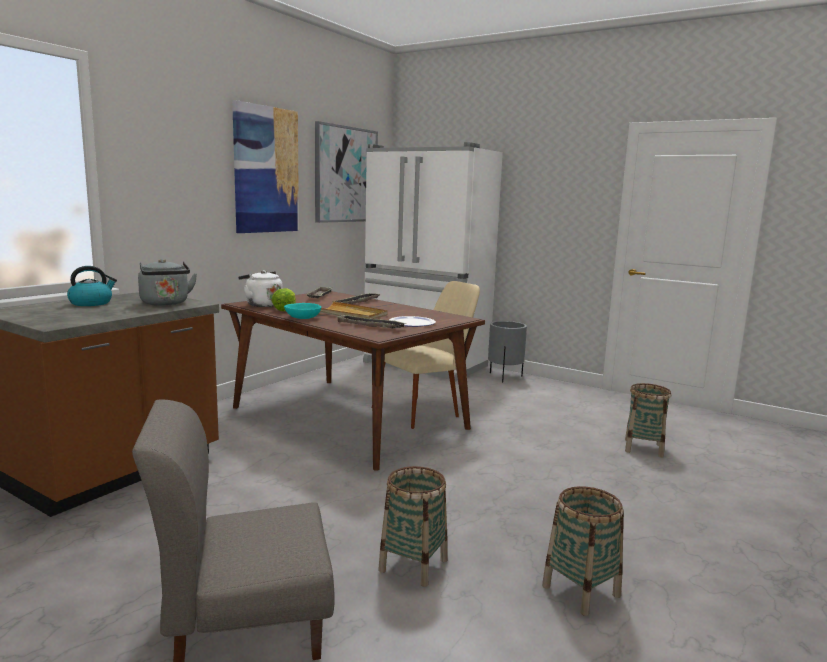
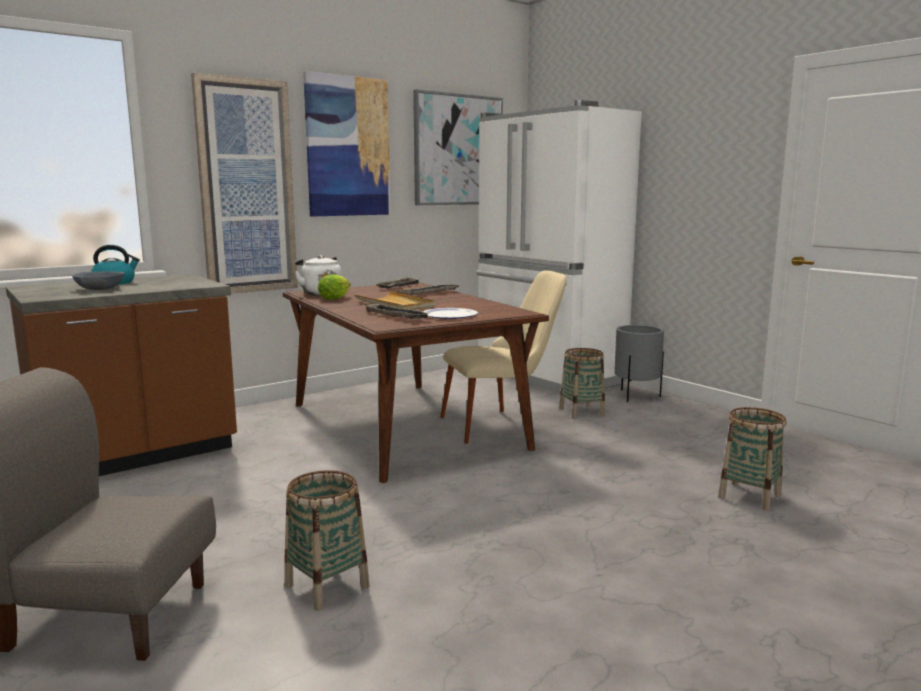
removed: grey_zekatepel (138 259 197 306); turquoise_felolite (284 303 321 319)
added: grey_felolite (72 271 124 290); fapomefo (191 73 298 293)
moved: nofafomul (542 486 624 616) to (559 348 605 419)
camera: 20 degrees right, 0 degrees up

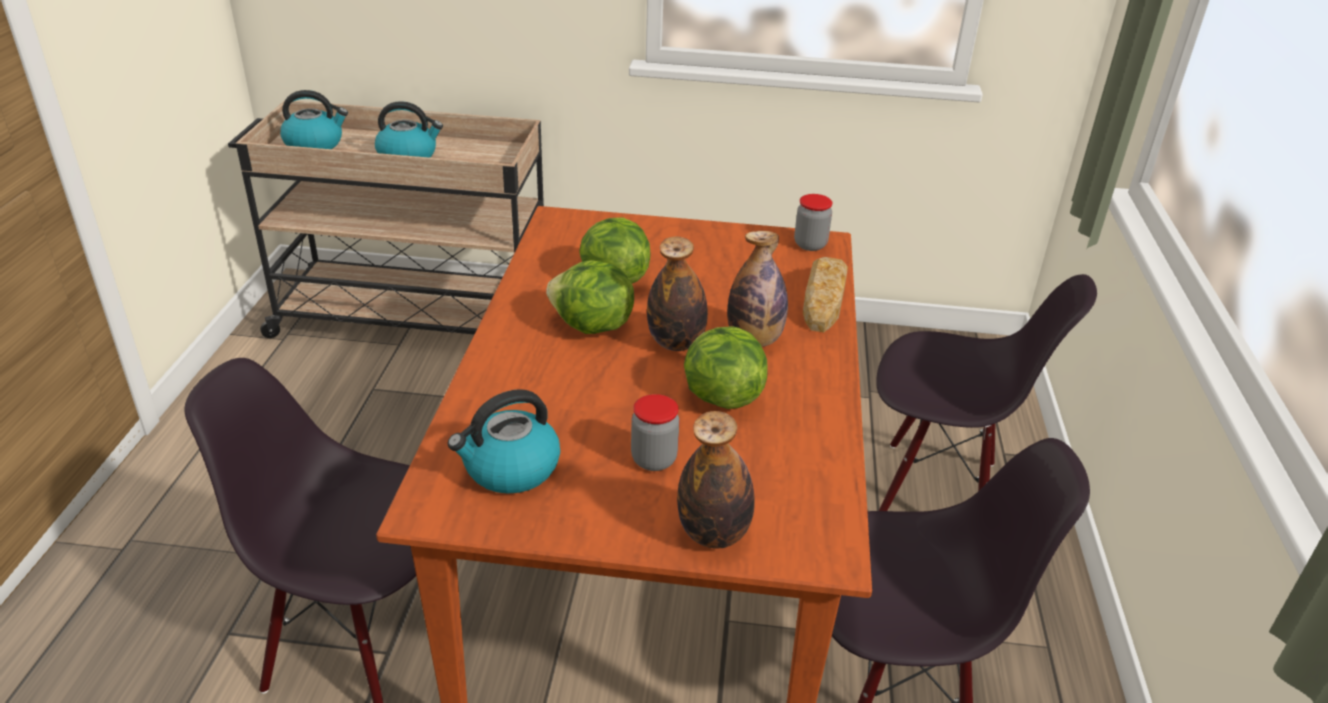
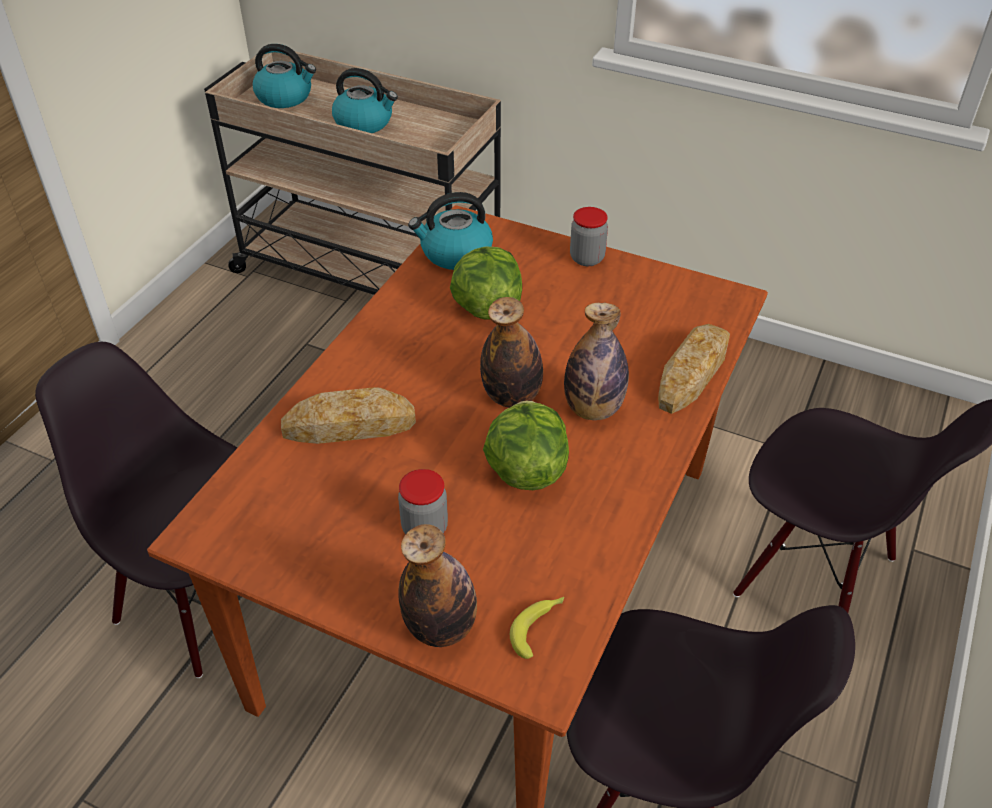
removed: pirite (546 260 634 334)
added: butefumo (281 387 416 444); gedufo (510 597 564 659)
moved: zekatepel (448 389 560 494) to (408 192 493 270); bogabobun (794 194 832 251) to (570 207 608 266)
camera: 20 degrees right, 10 degrees up

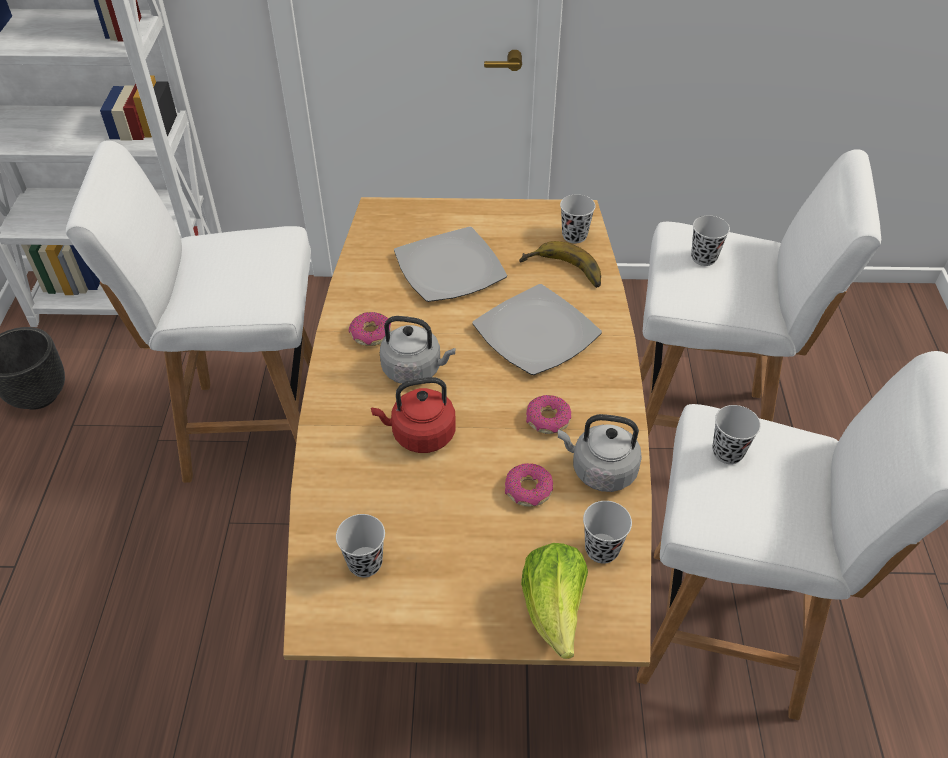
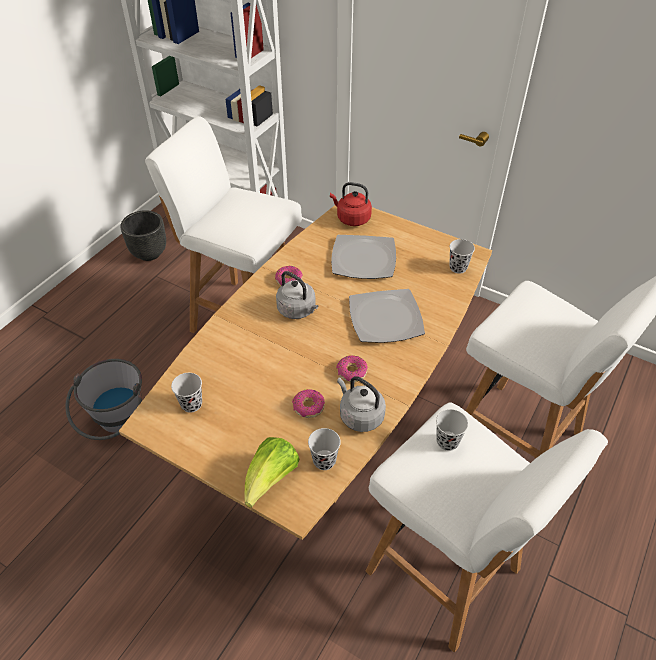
removed: gedufo (519 241 601 288); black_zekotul (691 216 730 266)
added: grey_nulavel (65 359 142 440)
moved: red_zekatepel (371 377 456 453) to (330 182 372 226)
camera: 30 degrees right, 0 degrees up

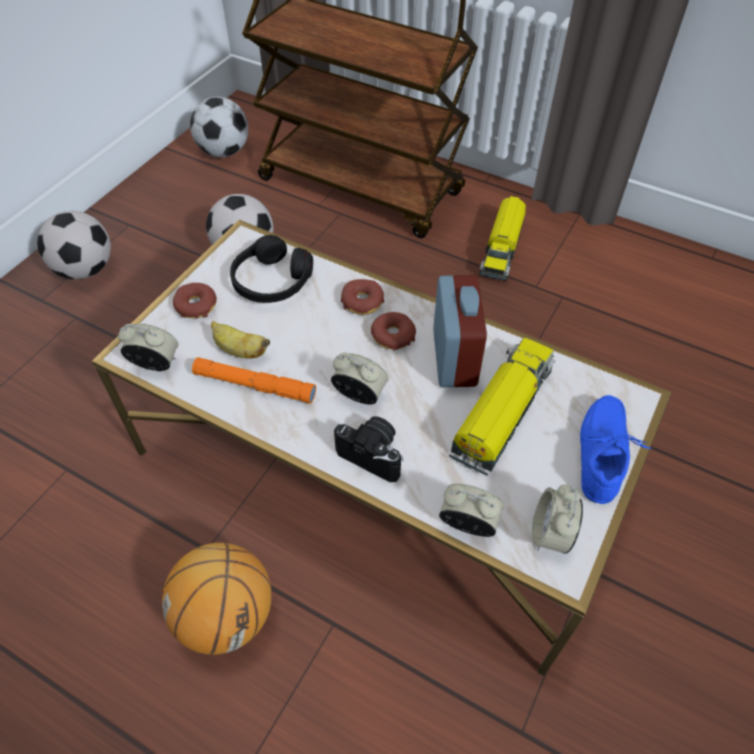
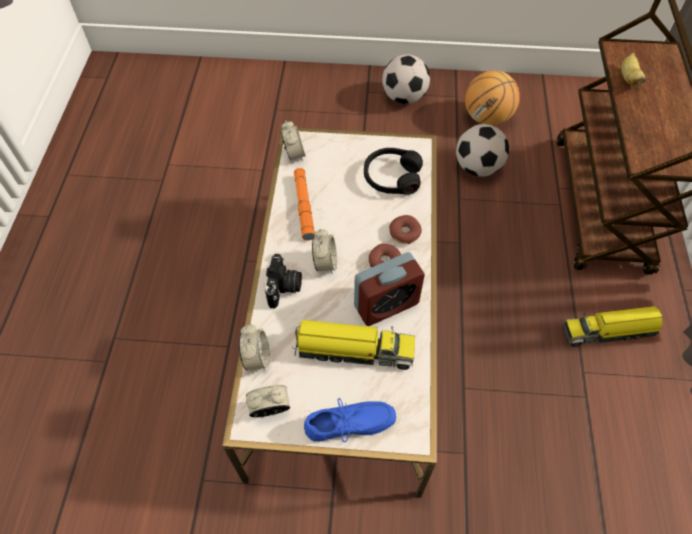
removed: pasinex (173 283 217 319); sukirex (190 97 249 157)
moved: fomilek (162 543 271 655) to (465 71 520 125); gedufo (211 321 270 359) to (621 53 646 87)
camera: 65 degrees right, 5 degrees up

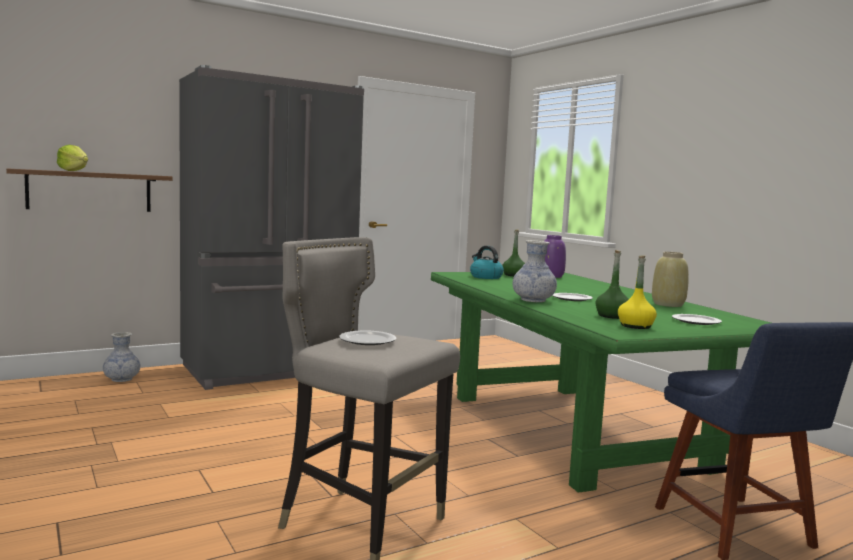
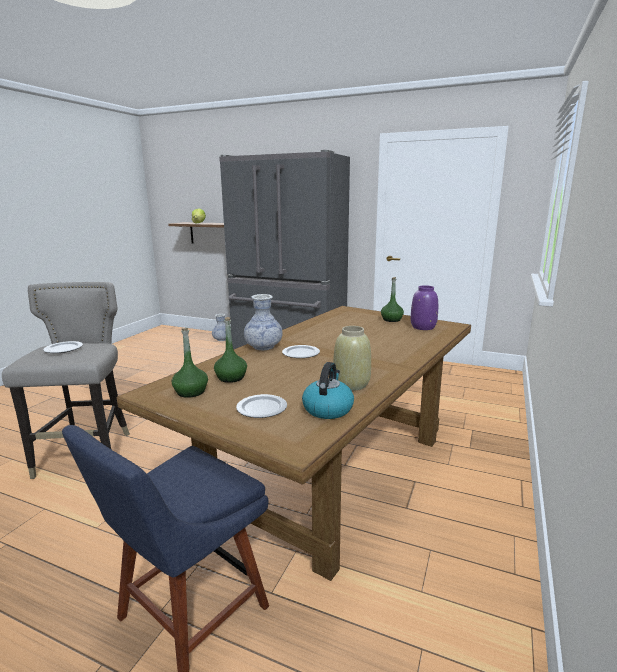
moved: zekatepel (470 246 504 279) to (302 362 354 419)
recoloured: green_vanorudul (431 272 771 493) to brown_vanorudul (117 306 471 581); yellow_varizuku (618 255 657 329) to green_varizuku (172 328 208 398)
camera: 55 degrees right, 10 degrees up

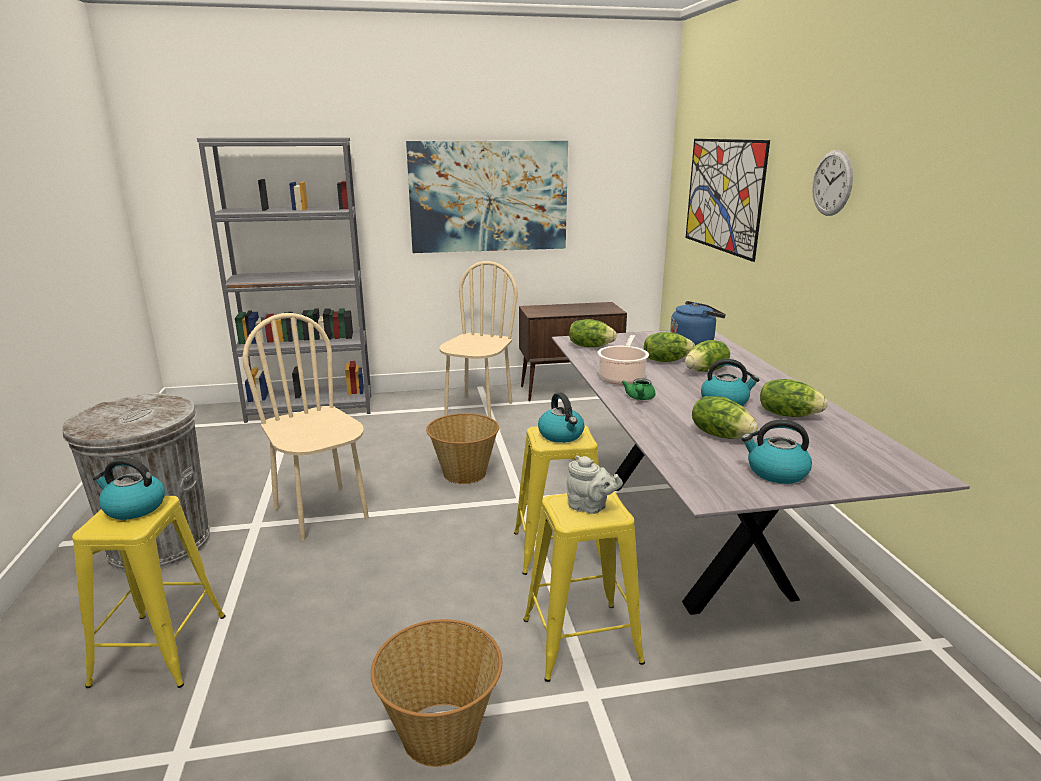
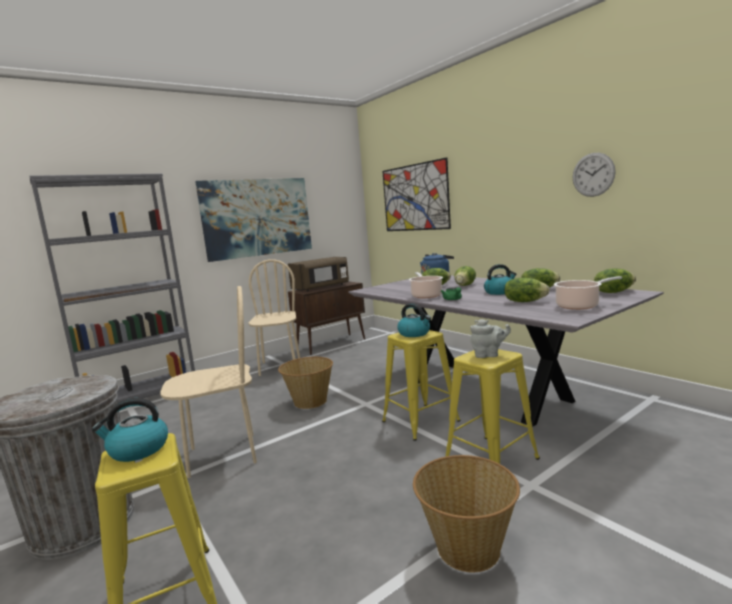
added: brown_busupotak (288 257 349 291)
moved: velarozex (812 150 853 216) to (573 153 616 197); pirite (569 319 617 347) to (594 269 636 293)
replaced: zekatepel (741 419 812 484) to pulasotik (554 276 622 310)
turned: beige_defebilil (243 313 369 541) = (160 286 257 478) 135 degrees clockwise
camera: 25 degrees left, 10 degrees down

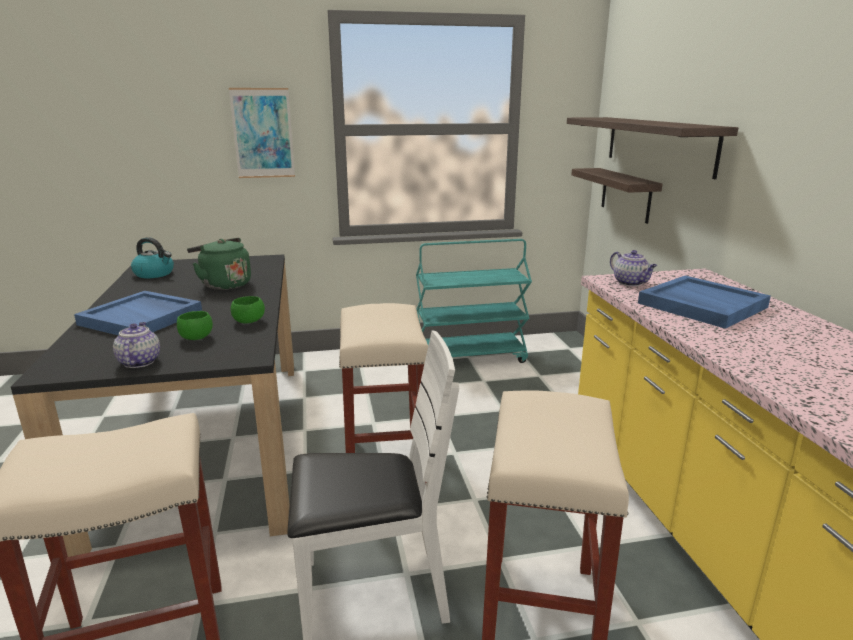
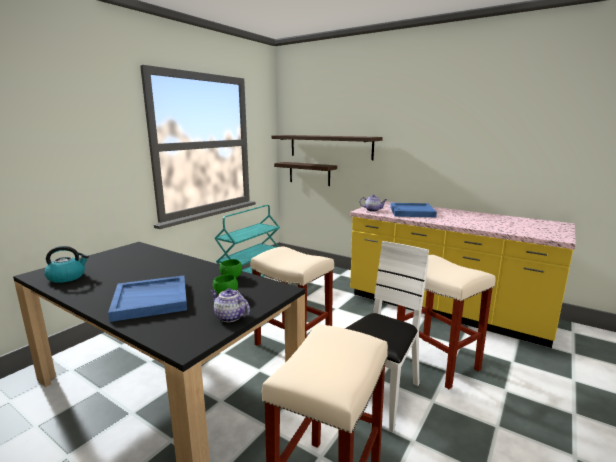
removed: green_zekatepel (187 238 251 290); fapomefo (229 88 295 178)
camera: 45 degrees left, 5 degrees down

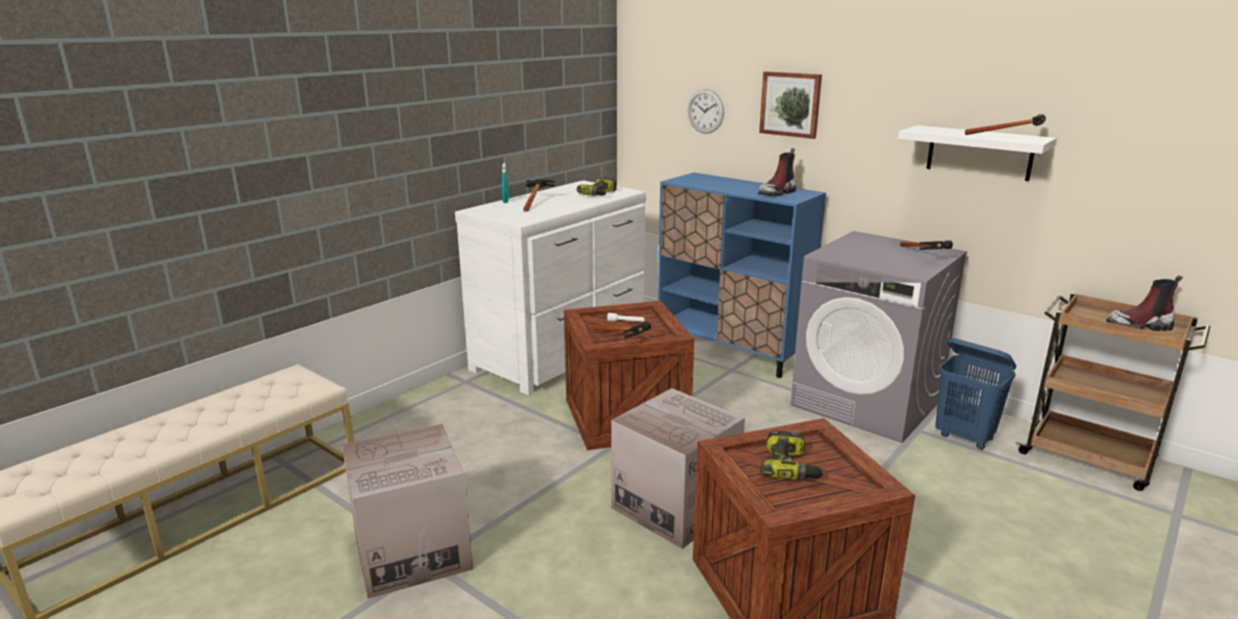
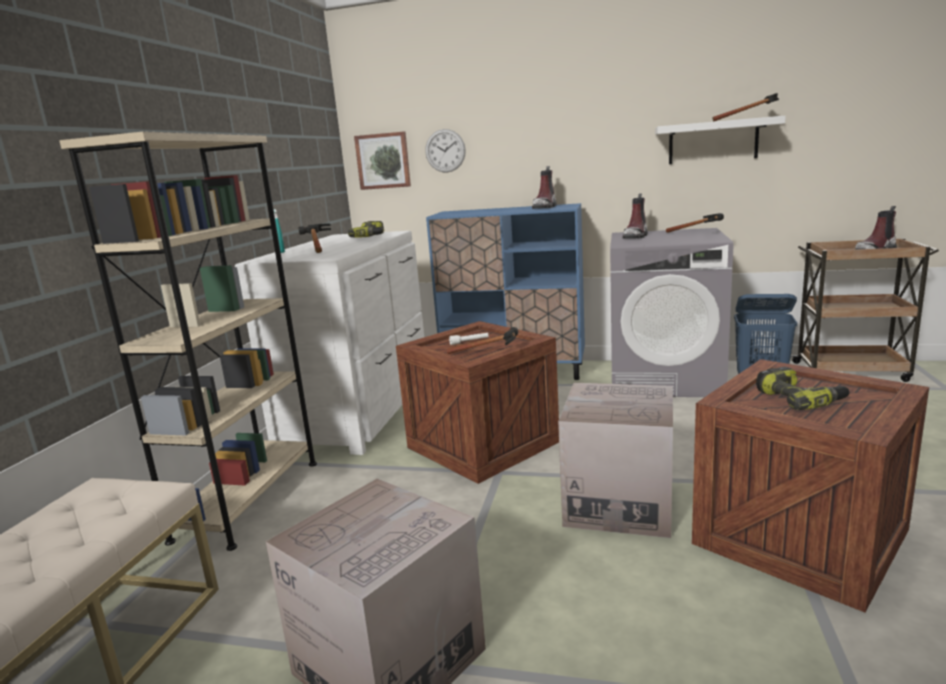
added: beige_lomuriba (59 131 317 551); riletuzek (623 193 648 239)
moved: fapomefo (759 71 822 139) to (354 131 411 190)
camera: 25 degrees left, 5 degrees down

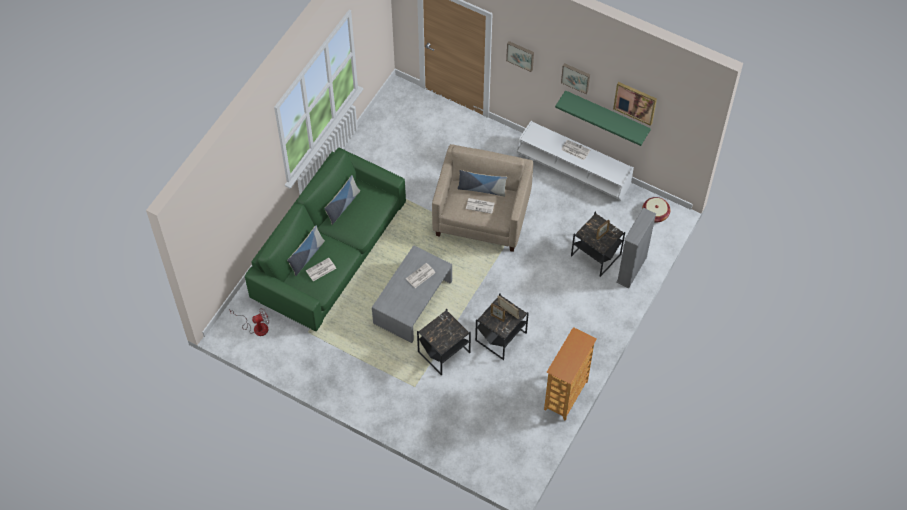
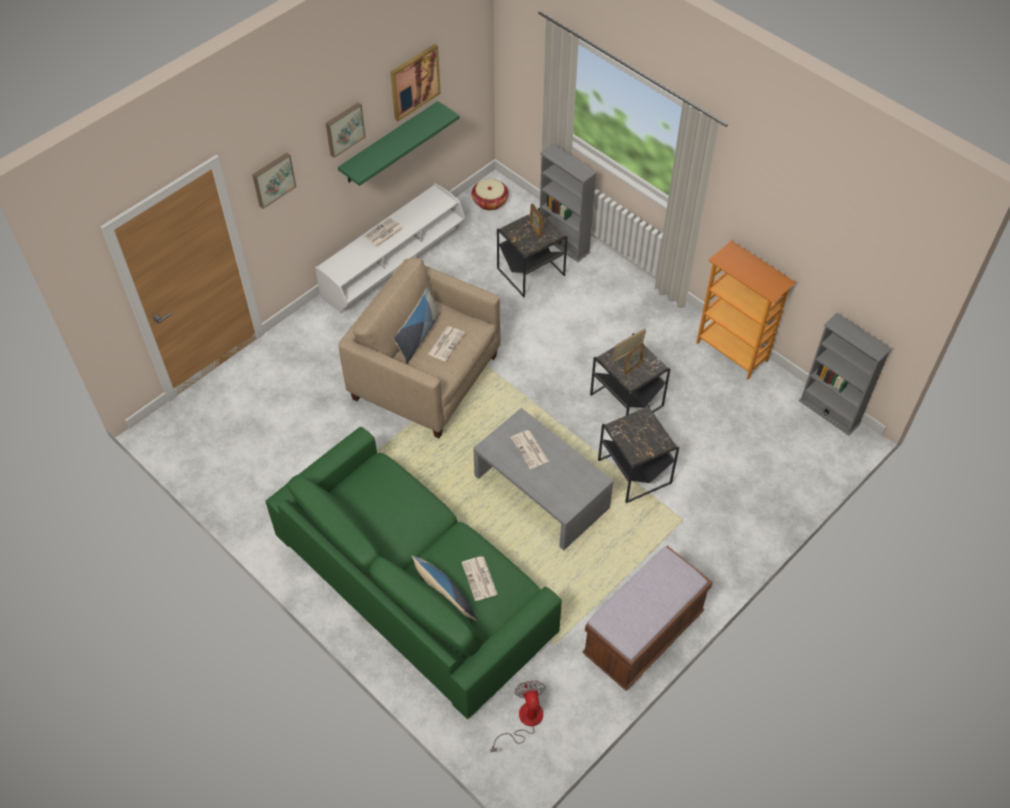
removed: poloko (324 175 360 225)
added: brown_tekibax (582 546 712 691); grey_lomuriba (799 313 892 436)
camera: 75 degrees left, 5 degrees down

